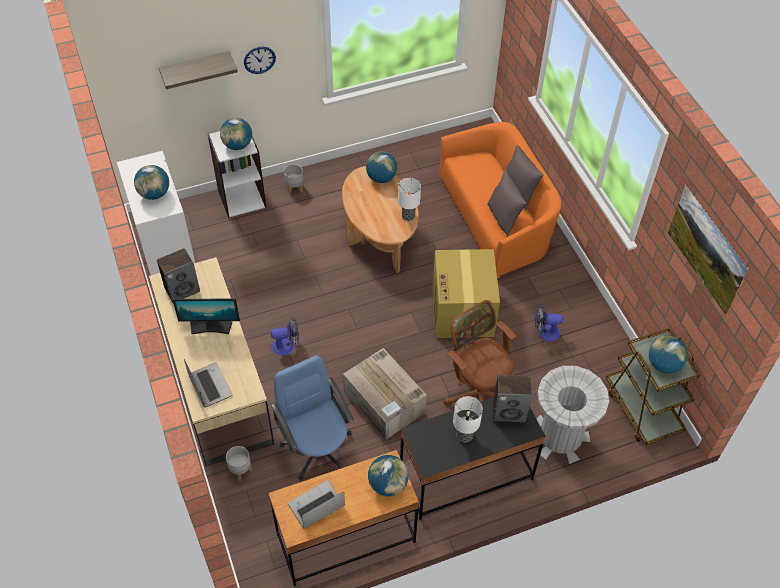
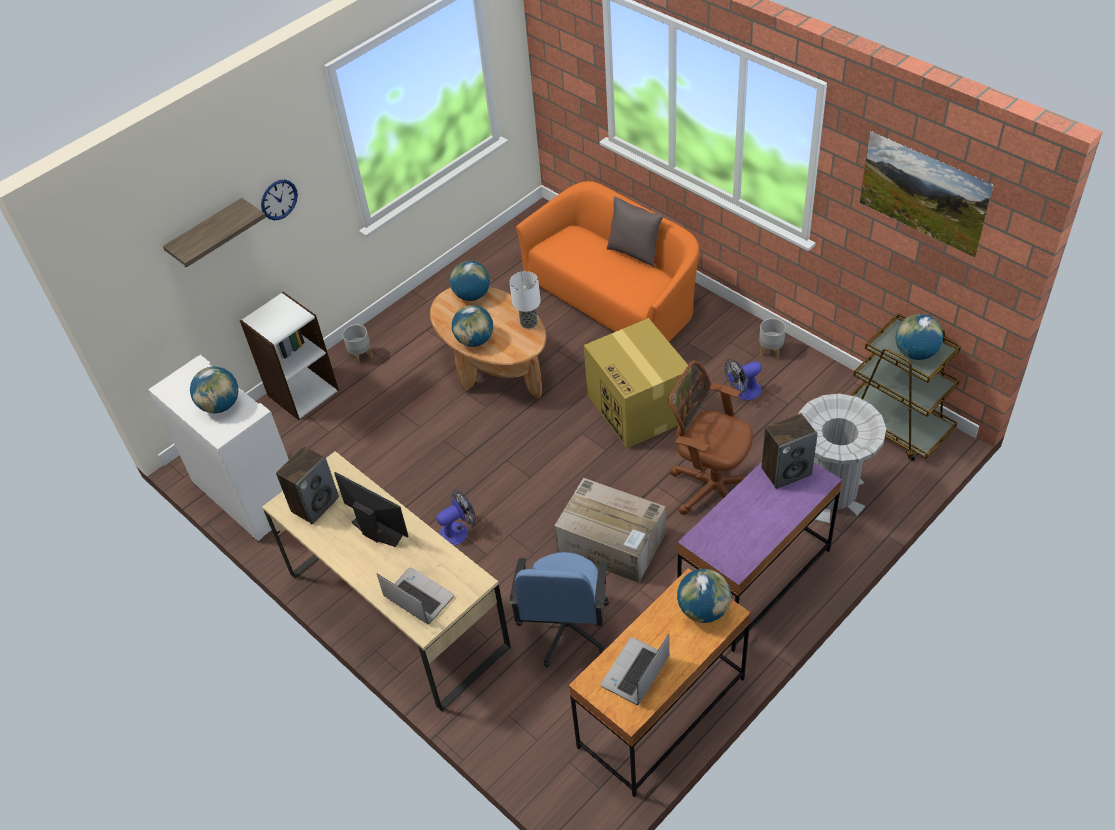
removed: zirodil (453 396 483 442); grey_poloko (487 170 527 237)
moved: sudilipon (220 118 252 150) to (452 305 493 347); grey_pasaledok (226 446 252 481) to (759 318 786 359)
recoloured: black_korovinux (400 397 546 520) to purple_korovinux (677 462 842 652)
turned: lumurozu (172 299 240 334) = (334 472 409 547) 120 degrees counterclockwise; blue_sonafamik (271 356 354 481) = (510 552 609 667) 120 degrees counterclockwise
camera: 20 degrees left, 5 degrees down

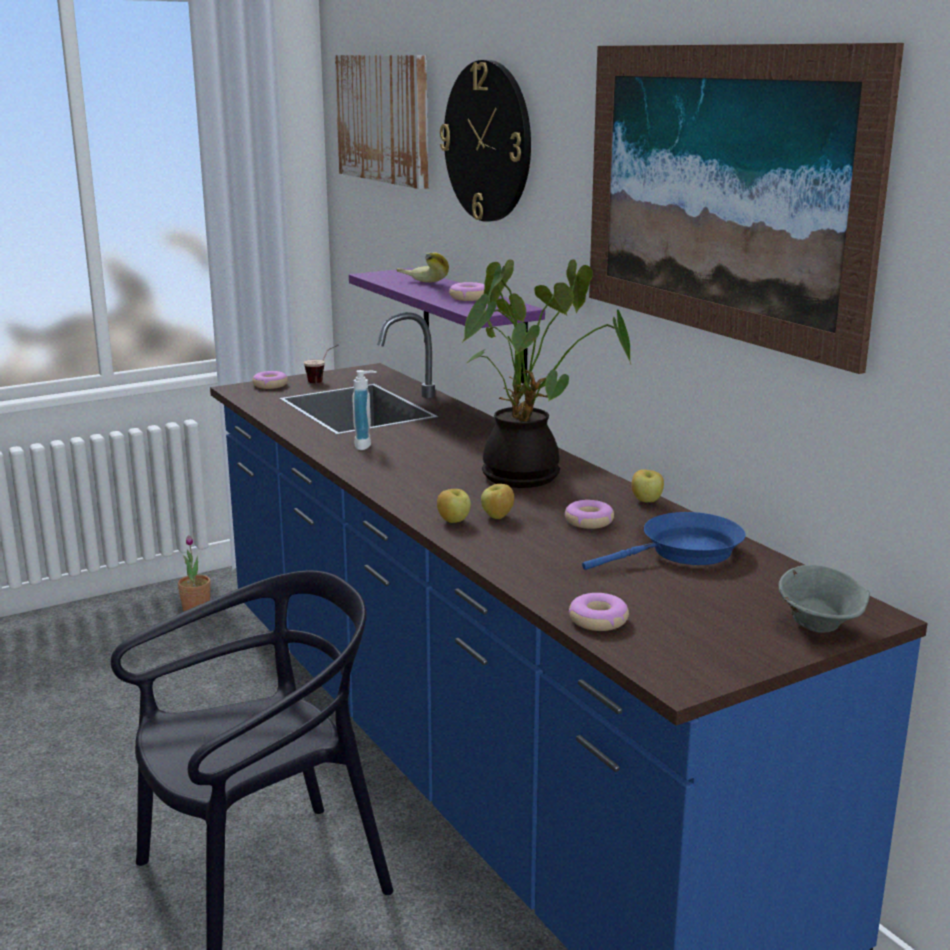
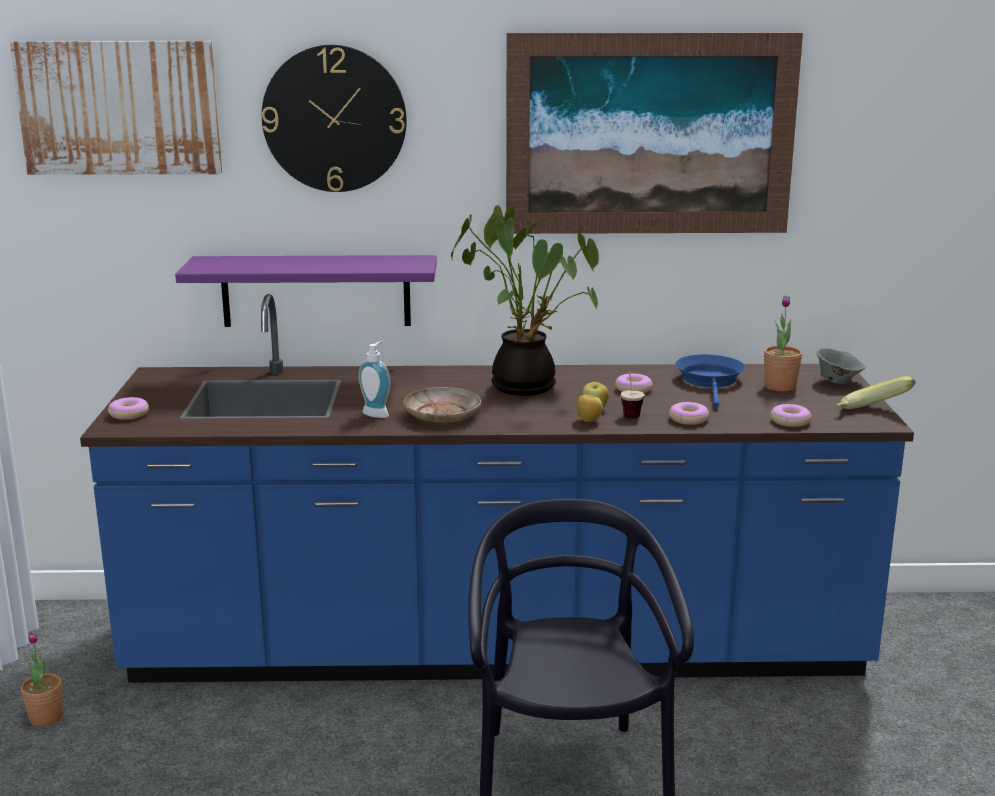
removed: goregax (632 469 664 503)
added: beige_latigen (404 387 481 423); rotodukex (764 295 802 392)
moved: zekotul (304 344 339 383) to (621 369 645 418); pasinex (449 282 484 301) to (669 402 709 425); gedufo (396 252 449 282) to (836 376 915 409)
camera: 60 degrees left, 0 degrees up

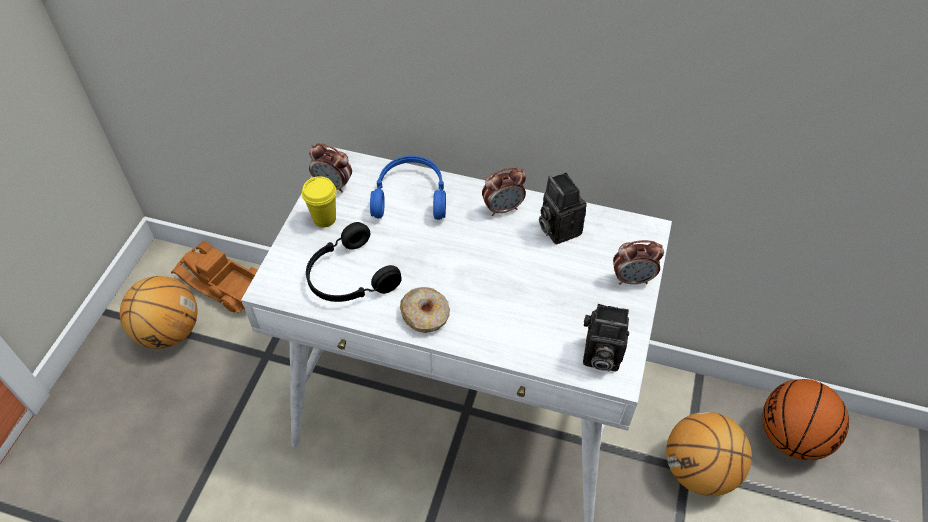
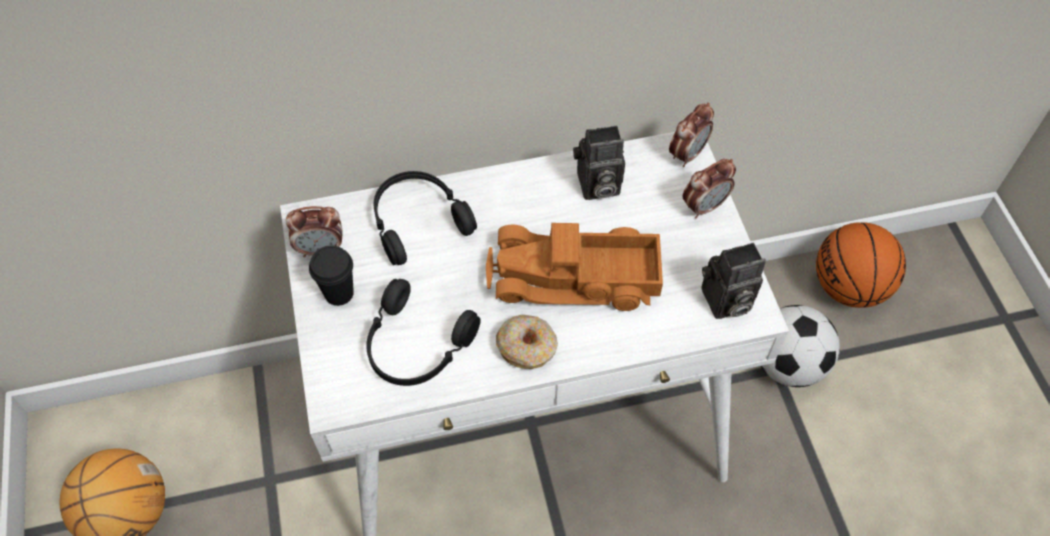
moved: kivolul (171 241 258 313) to (486 223 663 311); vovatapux (482 167 526 216) to (669 103 714 167)
replaced: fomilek (666 412 752 496) to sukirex (761 305 840 387)
recoloured: yellow_zekotul (302 176 337 228) to black_zekotul (309 245 354 306); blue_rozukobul (370 156 446 220) to black_rozukobul (374 171 477 265)
turned: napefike (539 173 587 244) = (573 125 625 200) 45 degrees counterclockwise
camera: 30 degrees left, 5 degrees up

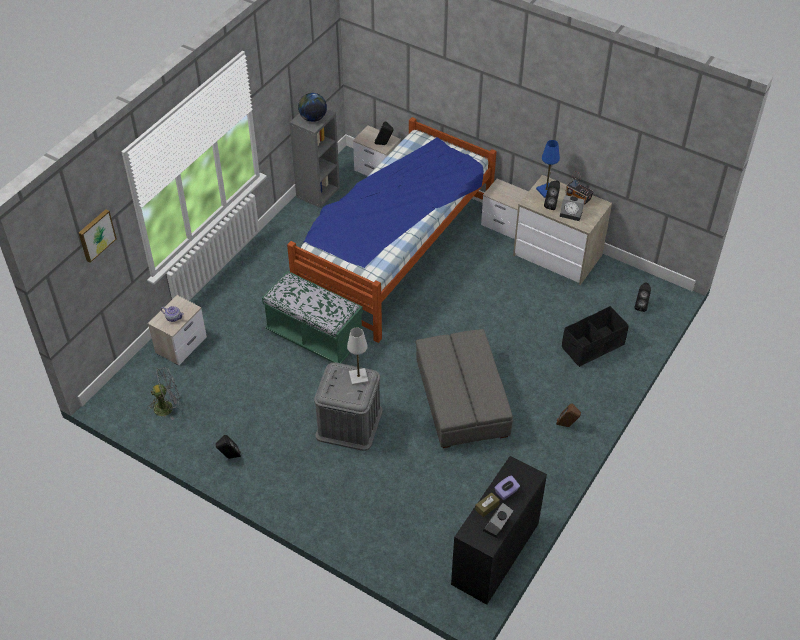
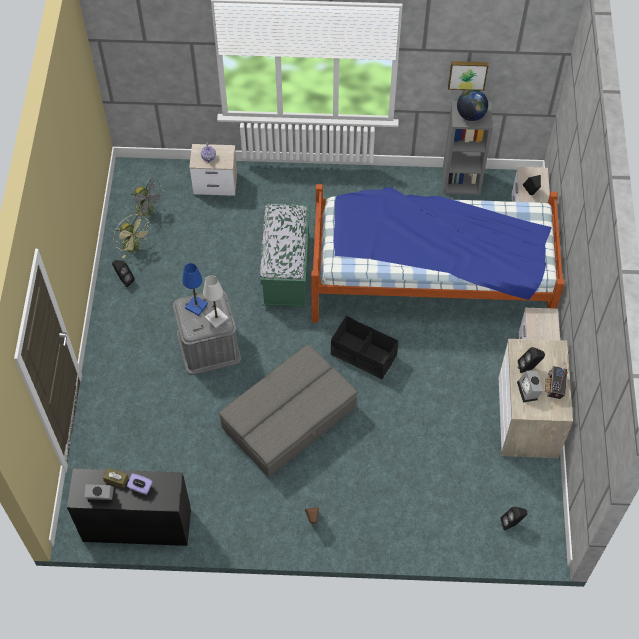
added: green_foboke (113 214 151 258)
moved: blue_zirodil (536 140 560 198) to (182 263 208 316); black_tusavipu (562 306 629 367) to (331 316 398 379); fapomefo (79 209 117 263) to (448 61 488 91)
camera: 60 degrees right, 10 degrees up

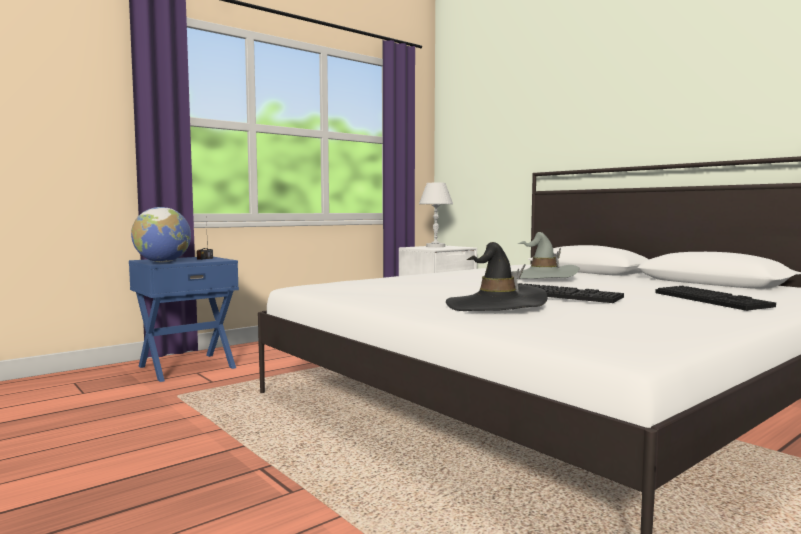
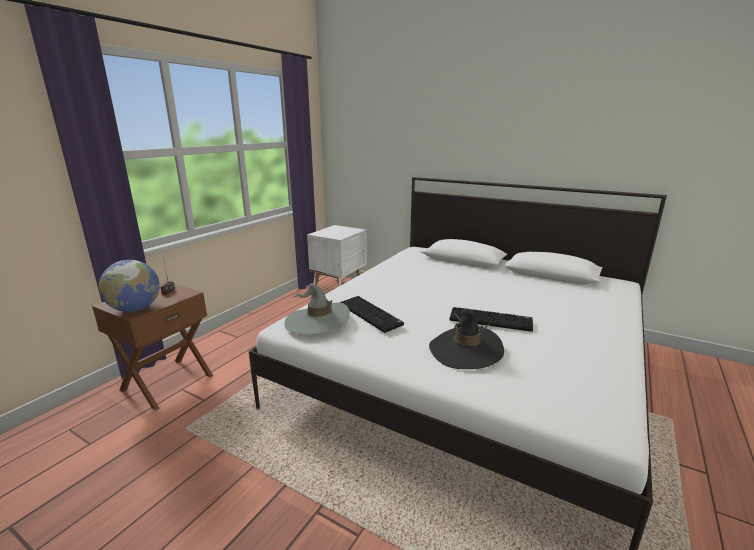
removed: white_zirodil (419 183 453 247)
moved: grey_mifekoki (512 232 580 279) to (285 283 350 335); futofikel (656 286 776 311) to (340 296 404 333)
recoloured: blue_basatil (129 257 239 382) to brown_basatil (92 281 213 410)
camera: 20 degrees left, 15 degrees up

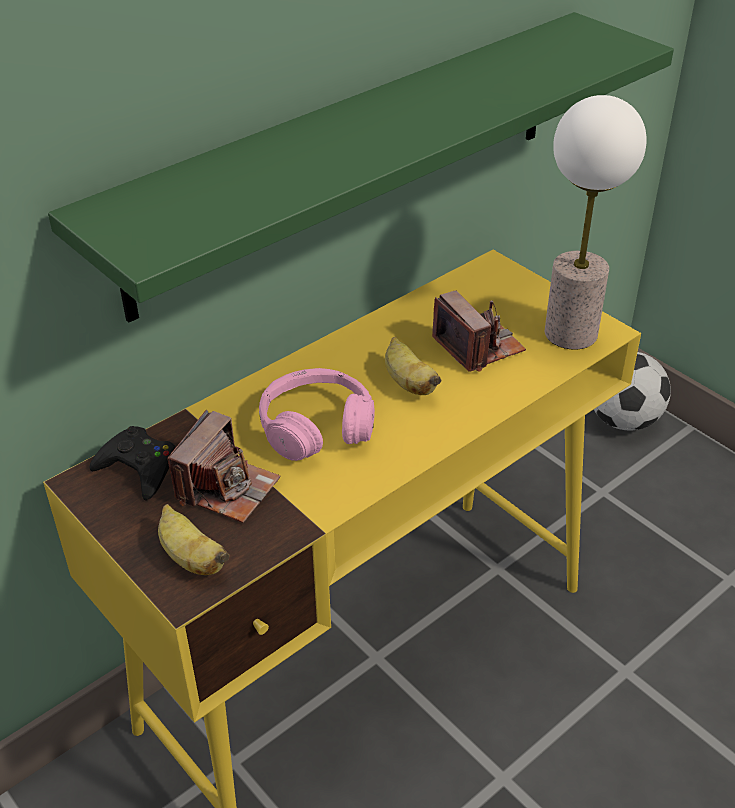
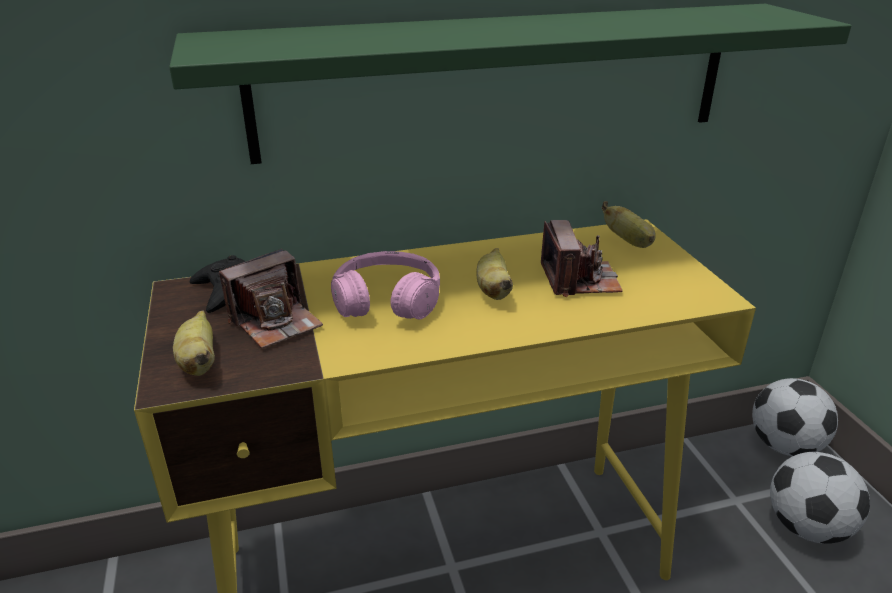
removed: zirodil (545 95 647 350)
added: gedufo (602 201 655 248); sukirex (770 452 870 544)
camera: 25 degrees right, 10 degrees down

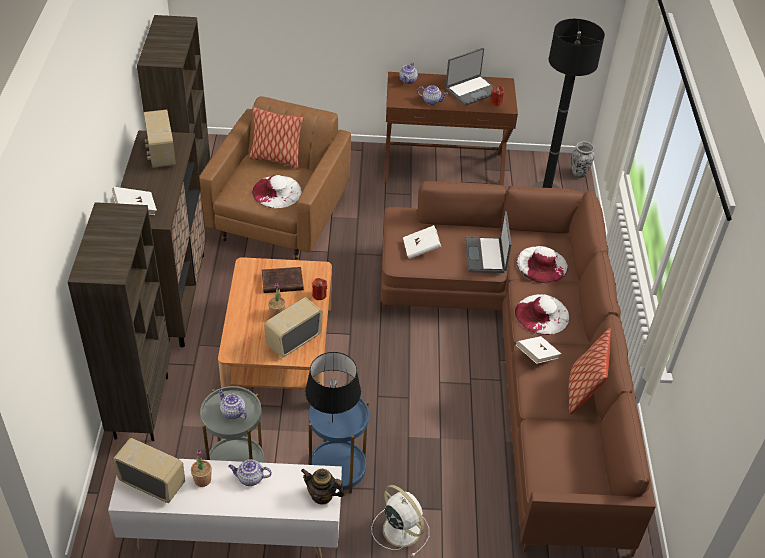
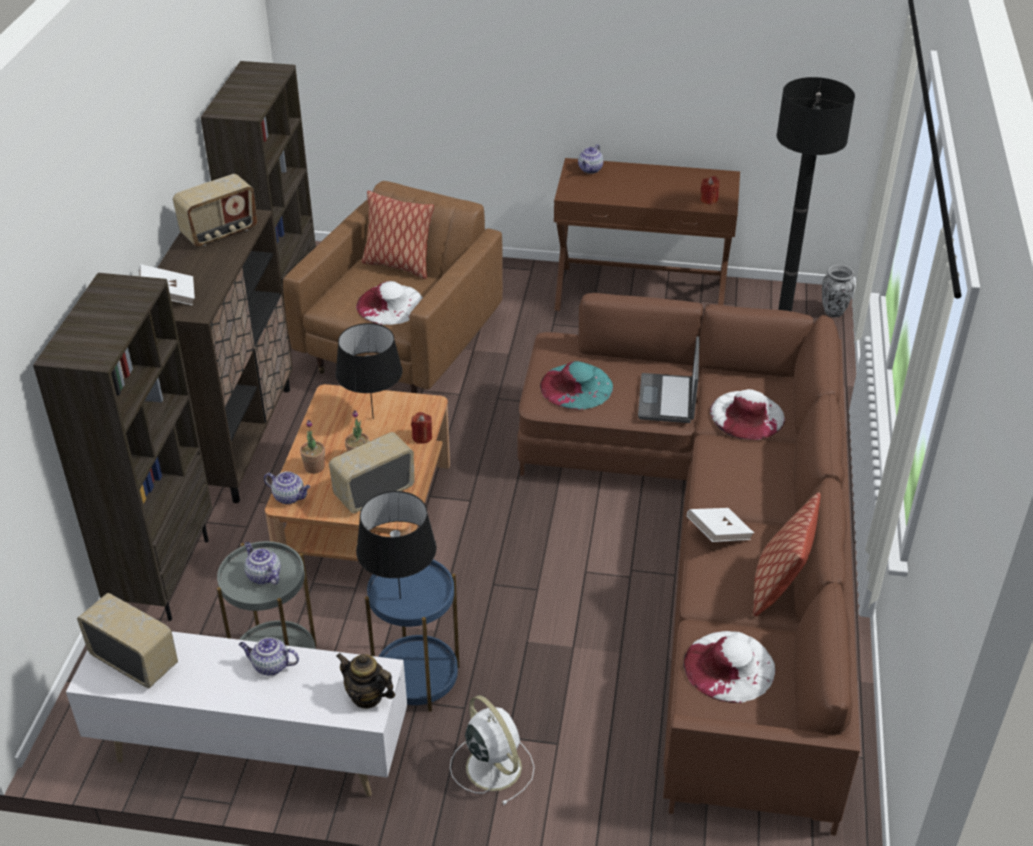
removed: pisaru (446 48 494 106)
moved: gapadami (417 85 448 105) to (264 471 310 504); rotodukex (191 449 212 487) to (300 420 325 474); white_mifekoki (515 294 569 335) to (683 631 775 703)
replaced: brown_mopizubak (262 267 304 293) to black_zirodil (336 323 403 419); white_mopizubak (403 225 441 259) to turquoise_mifekoki (540 361 613 410)
turned: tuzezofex (144 110 176 168) = (173 174 257 247) 120 degrees counterclockwise
camera: 10 degrees right, 5 degrees down

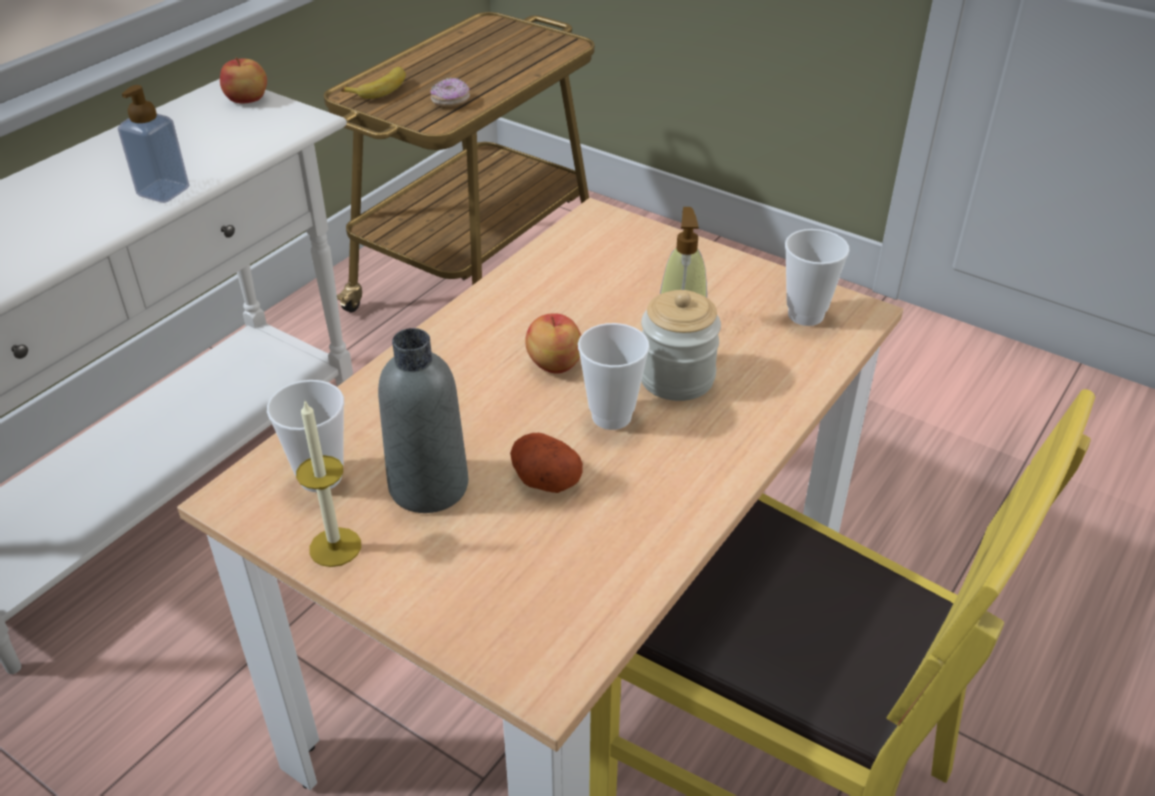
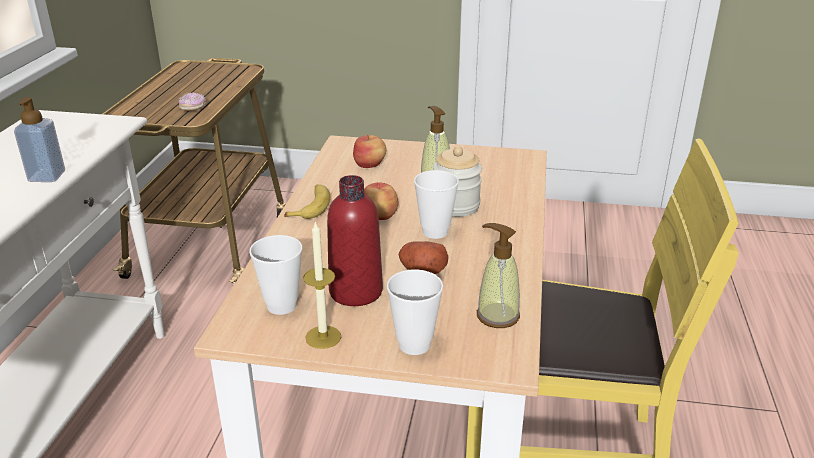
added: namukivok (477 223 520 328)
moved: gedufo (341 67 406 99) to (284 185 330 219); goregax (220 58 267 104) to (353 135 386 168); zekotul (785 229 850 326) to (387 269 443 355)
recoloured: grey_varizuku (378 328 468 513) to red_varizuku (327 175 383 306)
camera: 25 degrees left, 10 degrees down

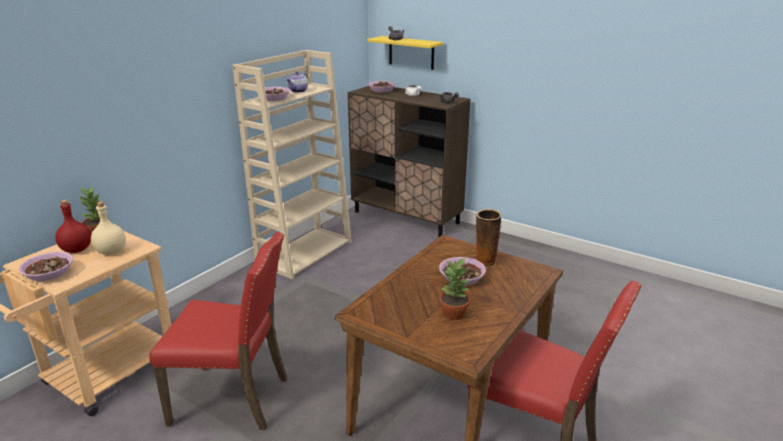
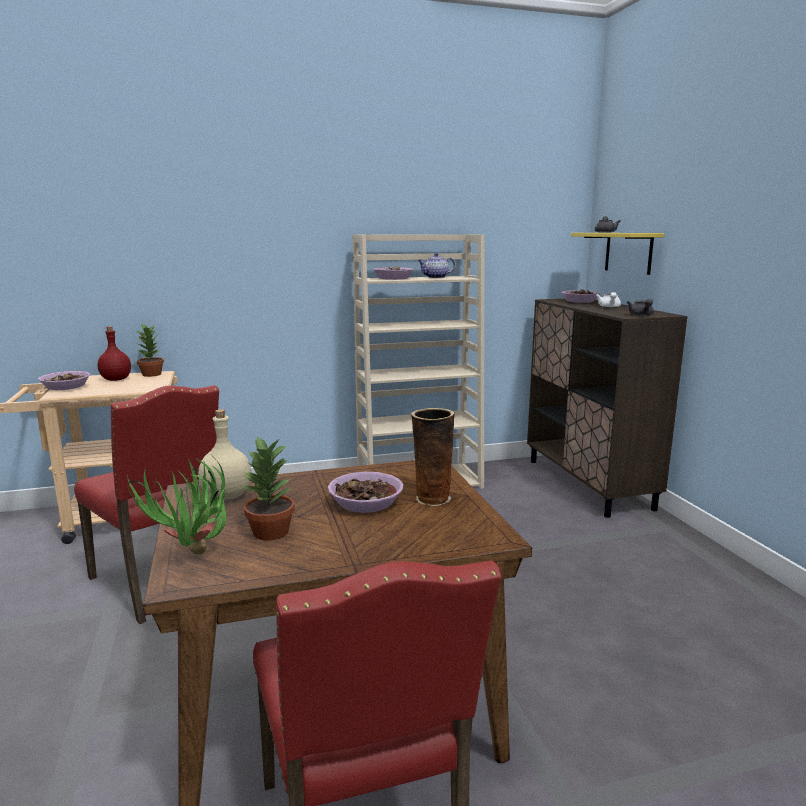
added: rotodukex (127 458 227 554)
moved: beige_varizuku (91 201 126 255) to (198 409 252 500)
camera: 40 degrees right, 10 degrees down

